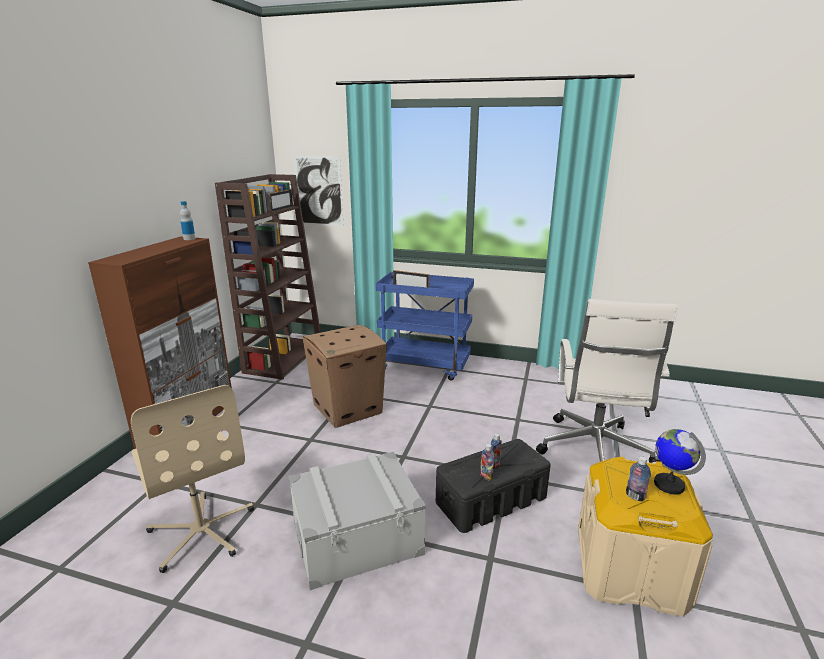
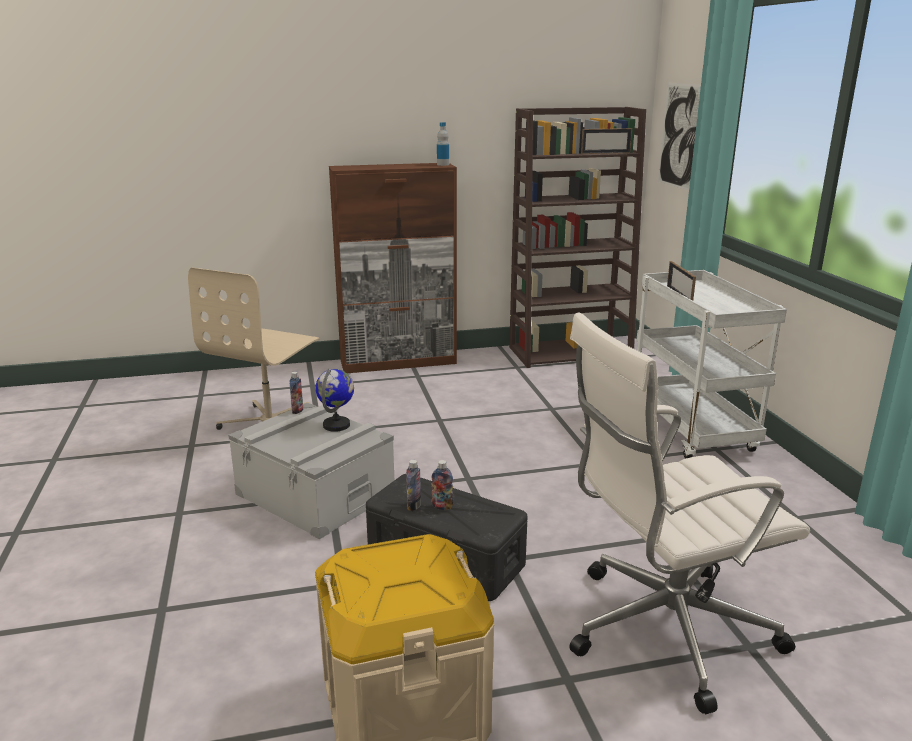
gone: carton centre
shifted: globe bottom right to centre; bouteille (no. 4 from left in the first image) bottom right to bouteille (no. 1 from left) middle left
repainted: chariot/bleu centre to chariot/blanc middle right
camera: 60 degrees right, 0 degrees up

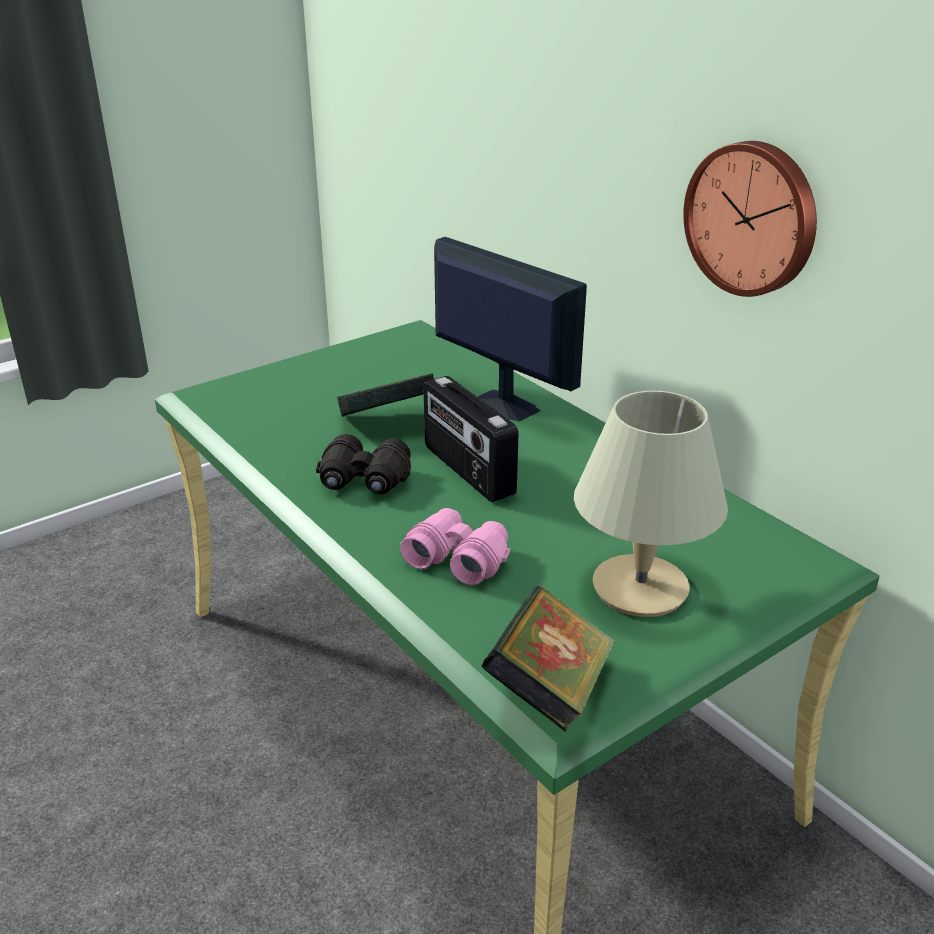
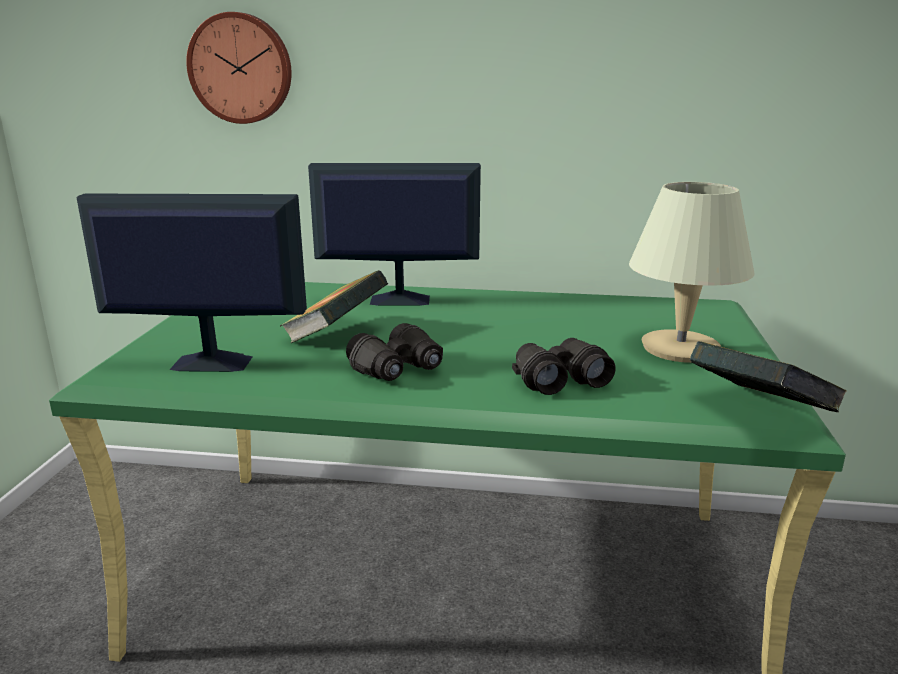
gone: radio centre
new: écran d'ordinateur (no. 1 from left) middle left
shifted: horloge murale top right to top left
repainted: jumelles/rose centre to jumelles/noir (no. 2 from left) centre
camera: 45 degrees left, 10 degrees down

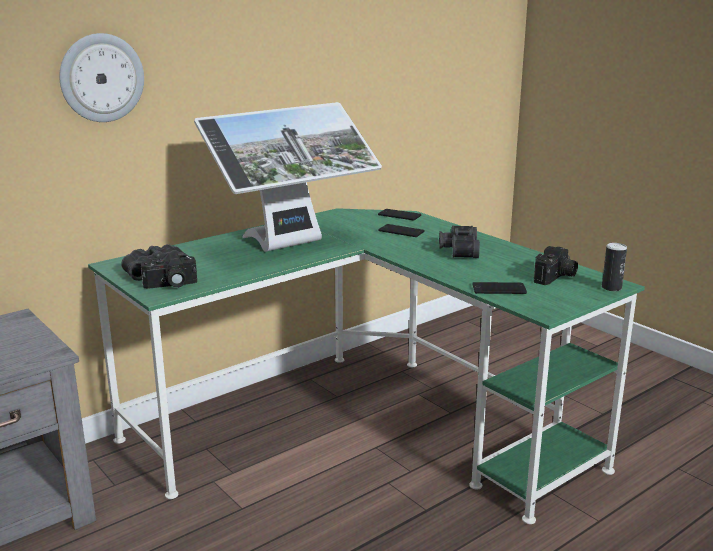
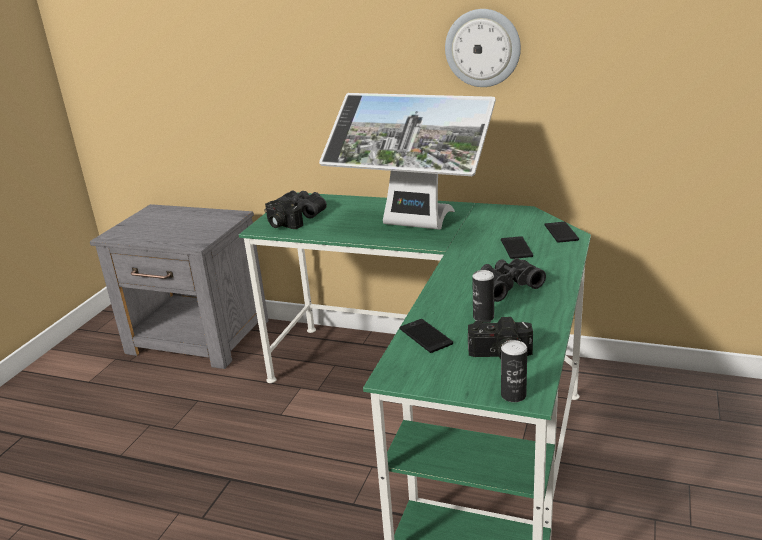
new: boîte métallique (no. 1 from left) centre
shifted: horloge murale top left to top centre
camera: 60 degrees right, 5 degrees up

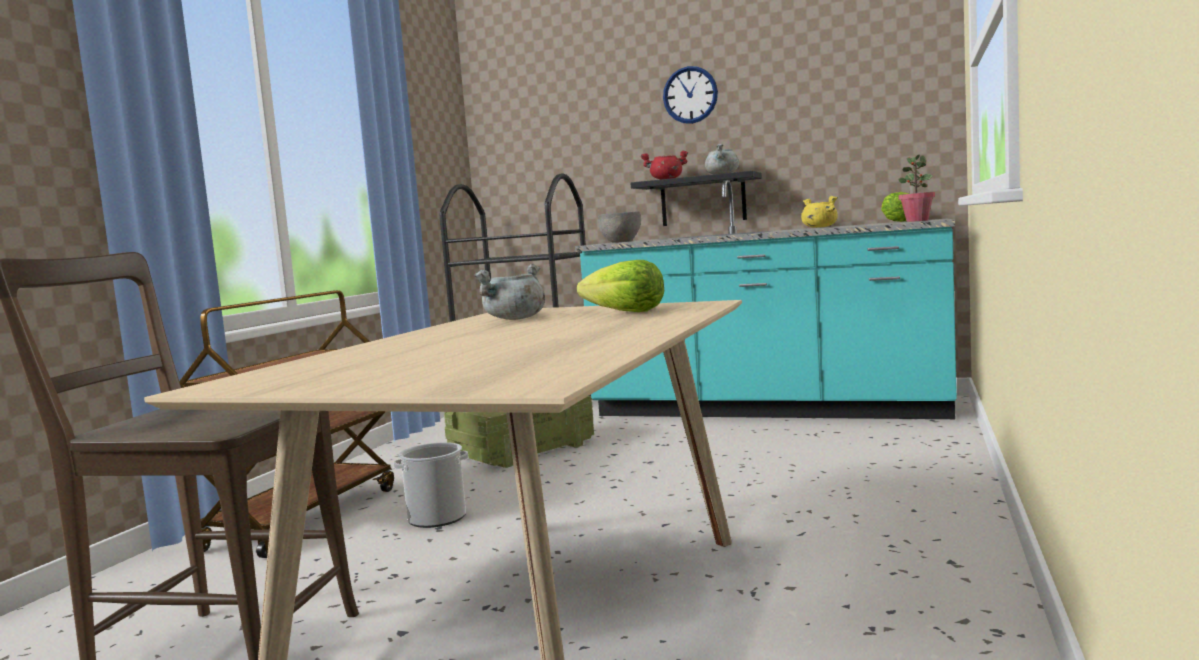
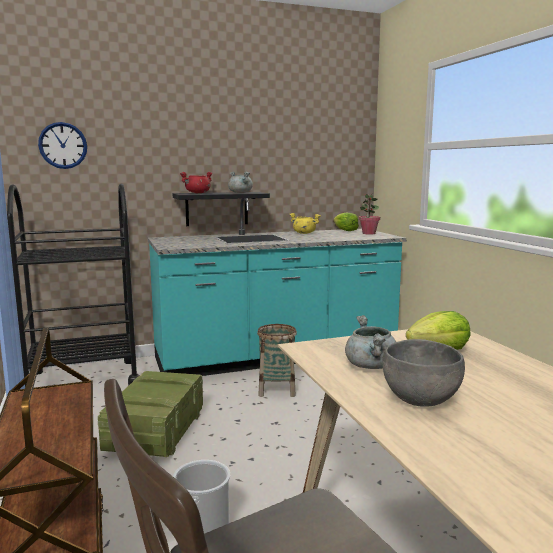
new: panier centre
shifted: horloge murale top centre to top left; bol/gris centre to bottom right
camera: 40 degrees left, 5 degrees up

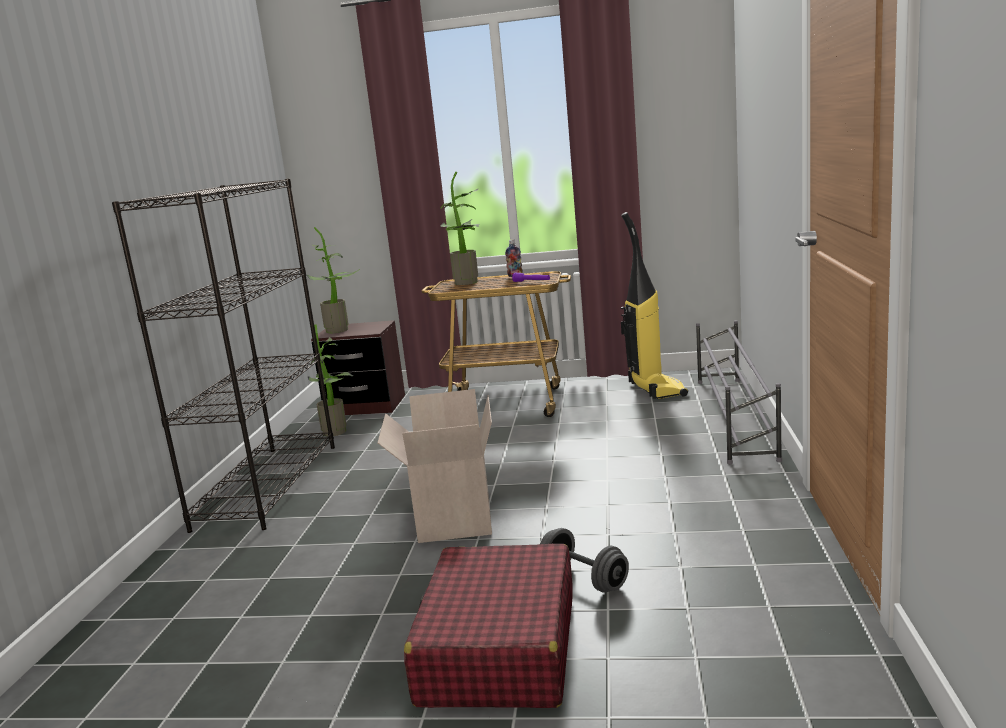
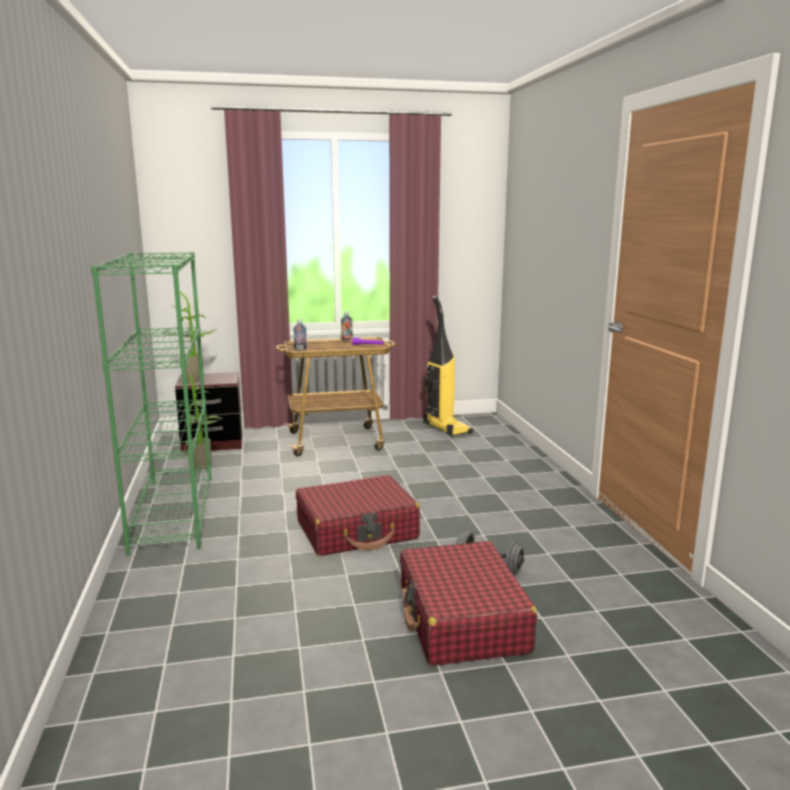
gone: plante en pot (no. 3 from left) top centre; étagère à chaussures/gris middle right
new: bouteille (no. 1 from left) centre
swapped: carton centre to valise/rouge (no. 1 from left) centre
repainted: bibliothèque/noir middle left to bibliothèque/vert middle left
camera: 20 degrees left, 0 degrees up

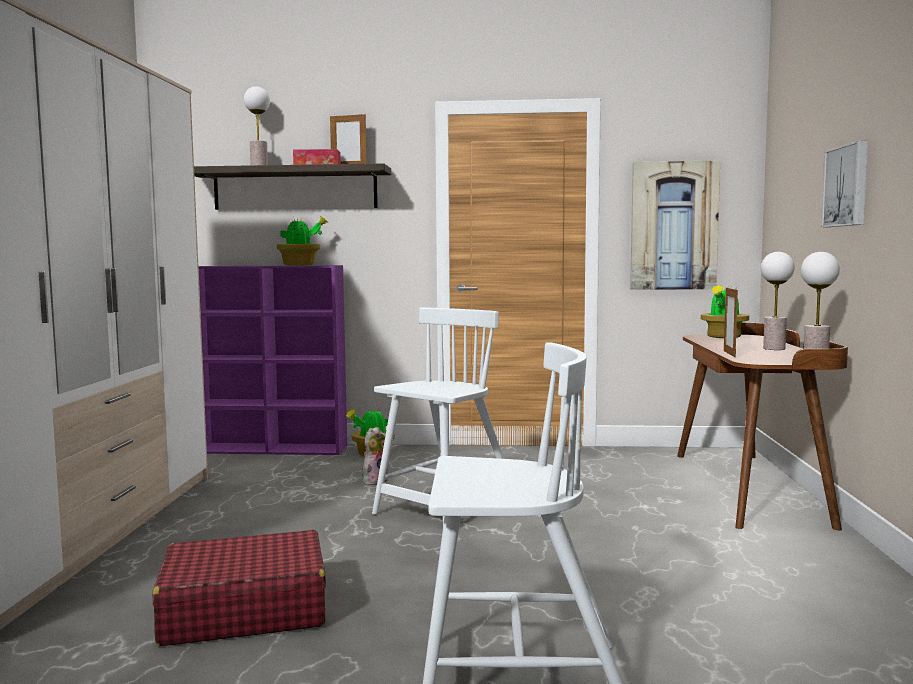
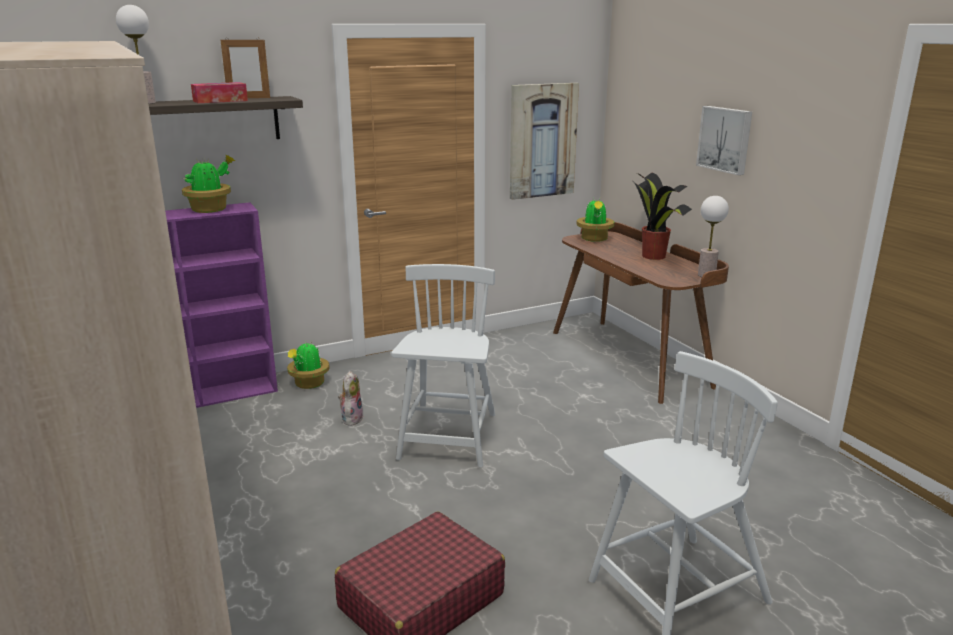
gone: cadre photo (no. 2 from left) middle right
swapped: lampe de table (no. 2 from left) middle right to plante en pot (no. 4 from left) middle right
camera: 30 degrees left, 15 degrees up

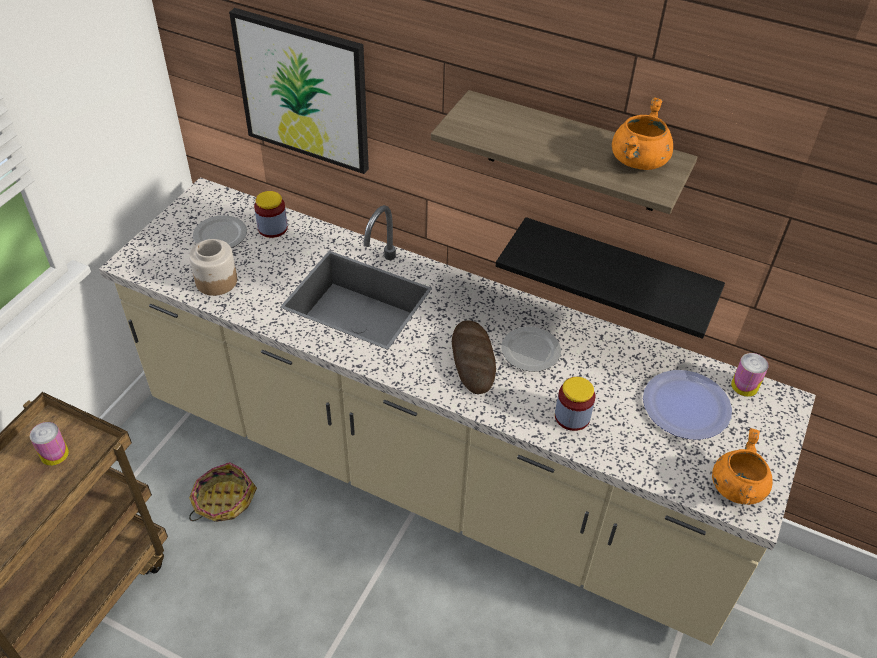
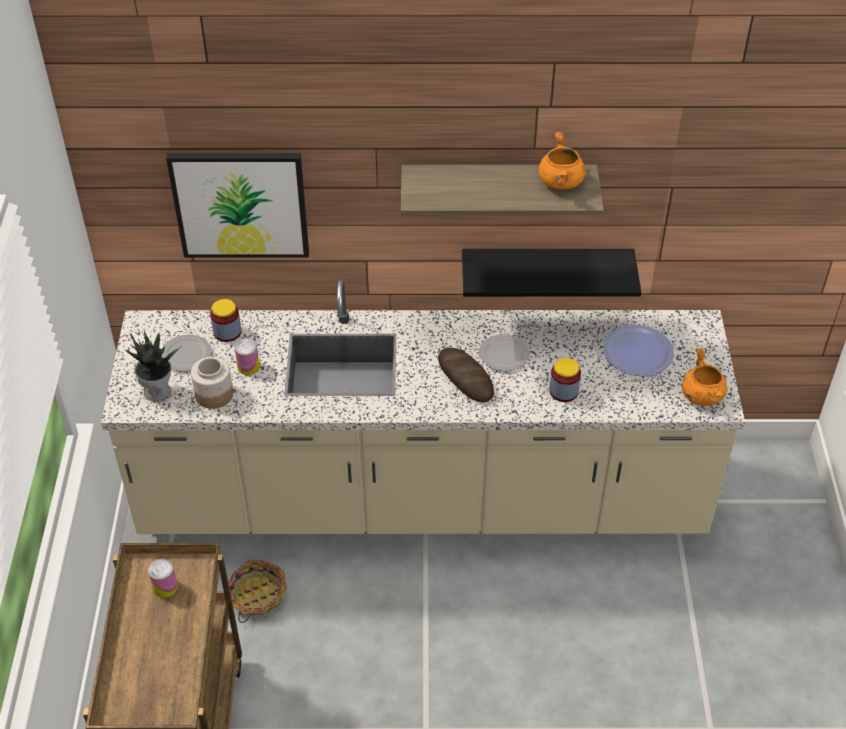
new: plante en pot middle left
shifted: boîte métallique (no. 2 from left) middle right to middle left
camera: 25 degrees left, 0 degrees up

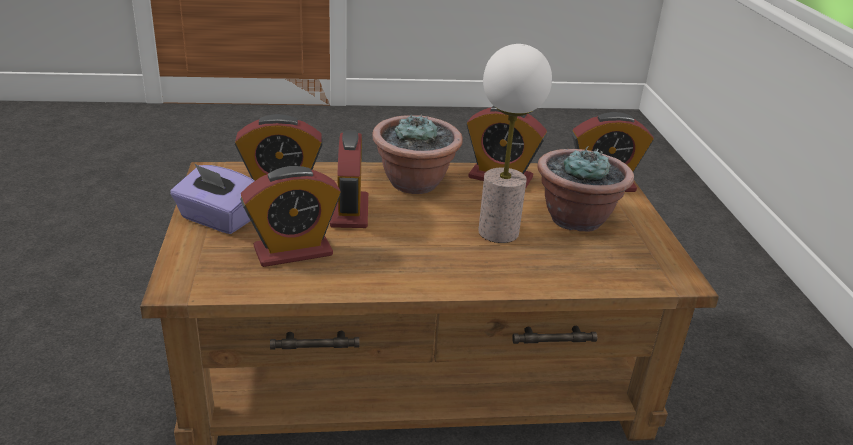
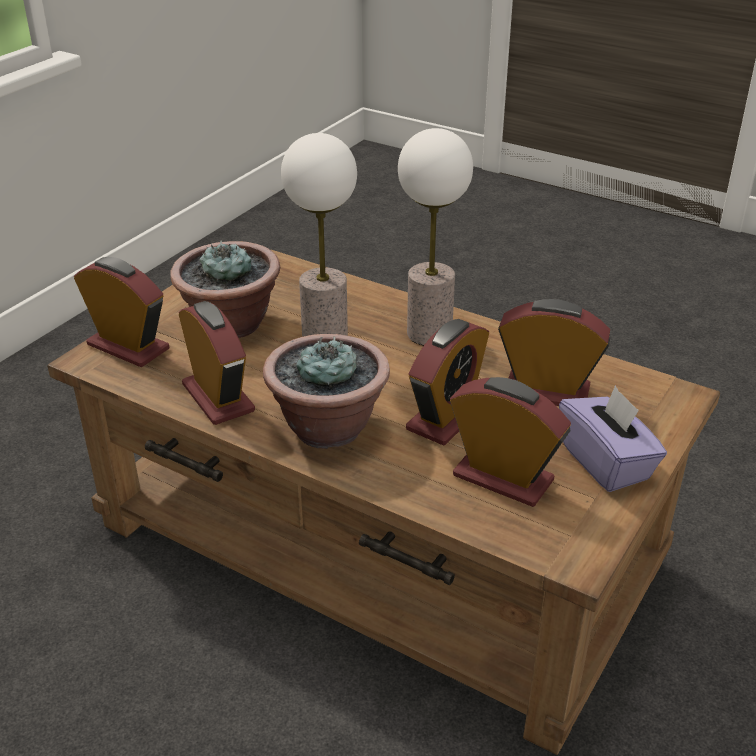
new: lampe de table (no. 2 from left) top centre
camera: 140 degrees left, 5 degrees up

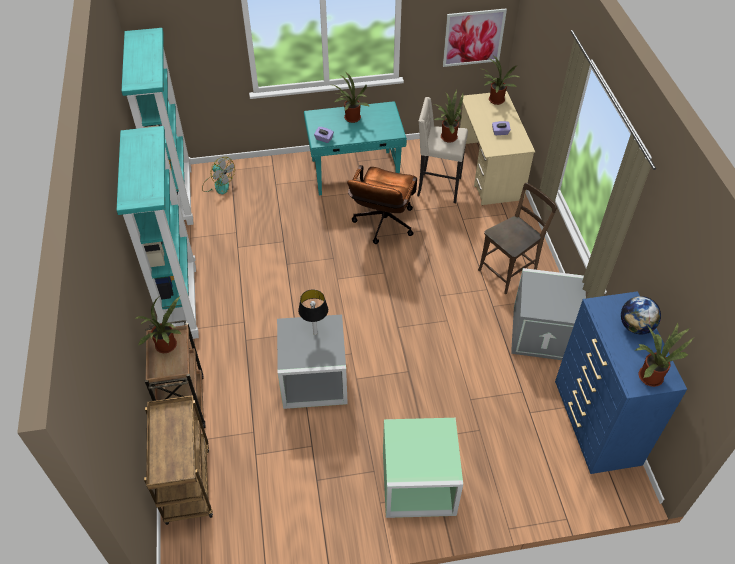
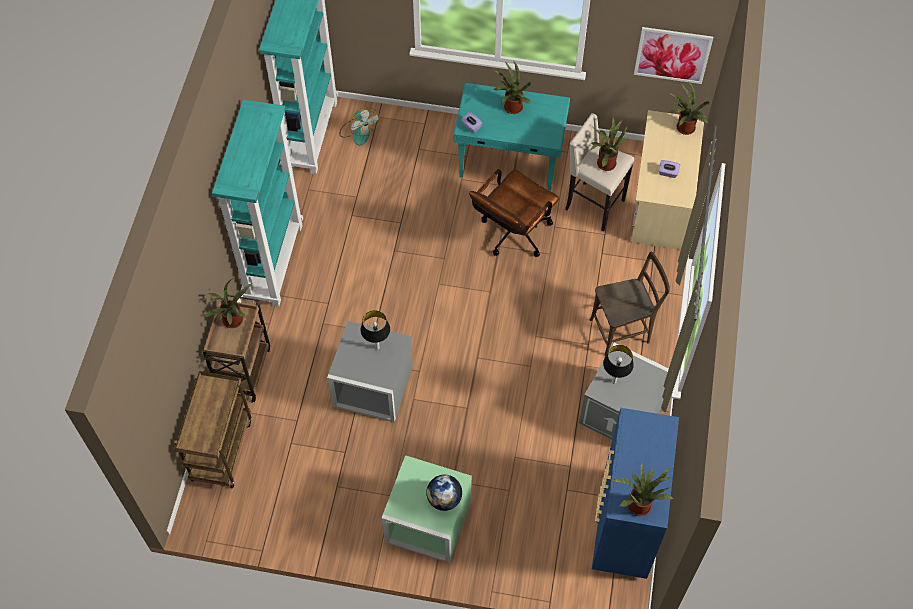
new: lampe de table (no. 2 from left) middle right
shifted: globe middle right to bottom centre
camera: 20 degrees right, 10 degrees up

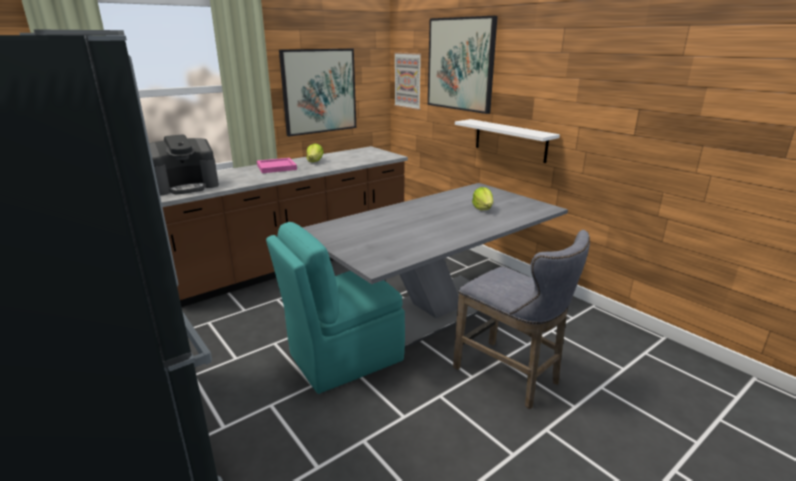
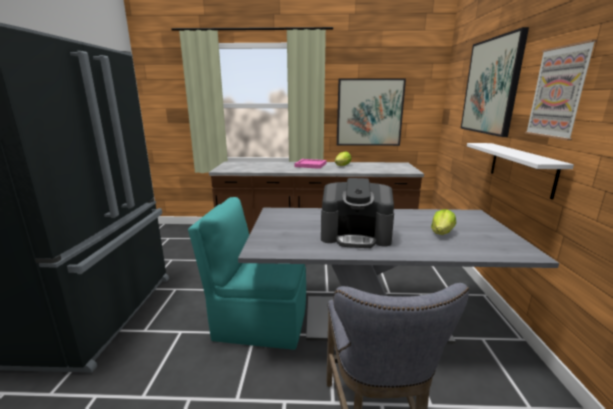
shifted: tableau (no. 2 from left in the first image) top centre to tableau (no. 3 from left) top right; machine à café middle left to centre
camera: 40 degrees right, 5 degrees down

